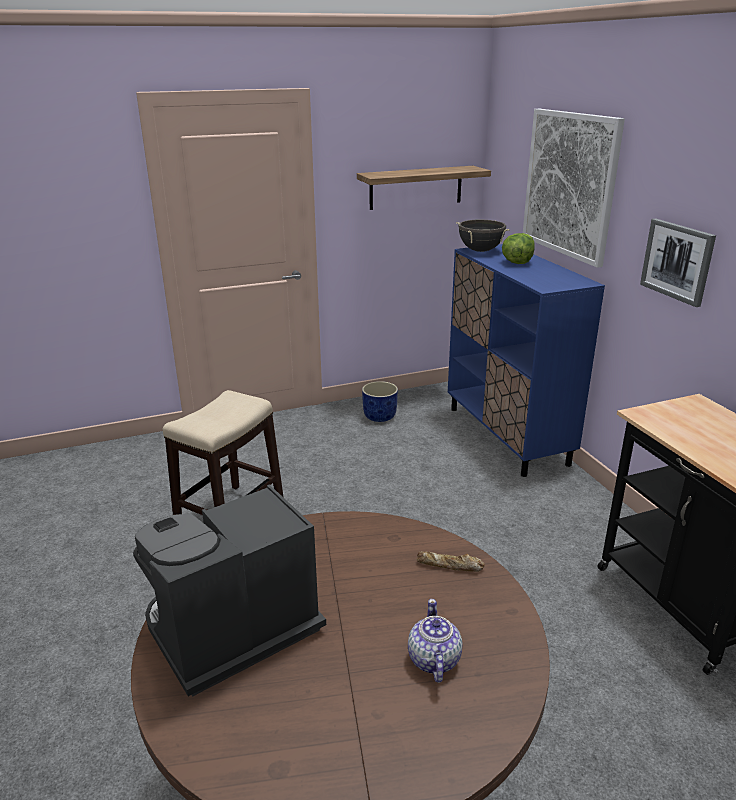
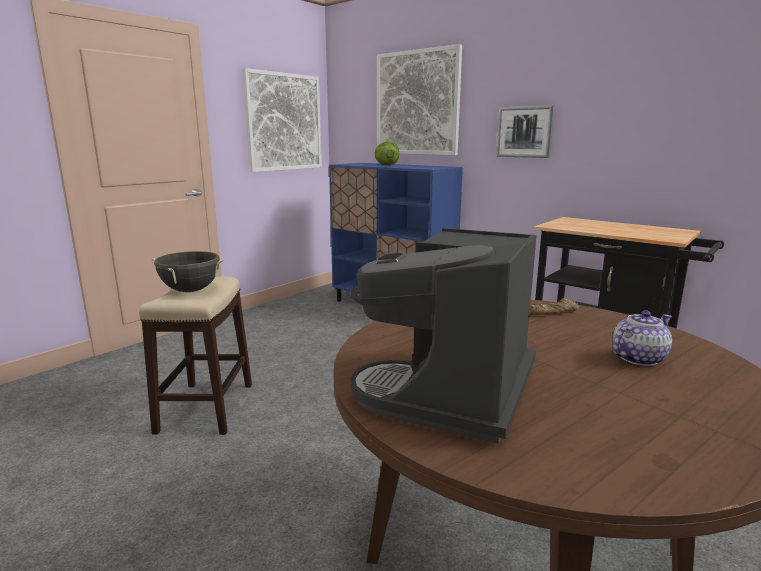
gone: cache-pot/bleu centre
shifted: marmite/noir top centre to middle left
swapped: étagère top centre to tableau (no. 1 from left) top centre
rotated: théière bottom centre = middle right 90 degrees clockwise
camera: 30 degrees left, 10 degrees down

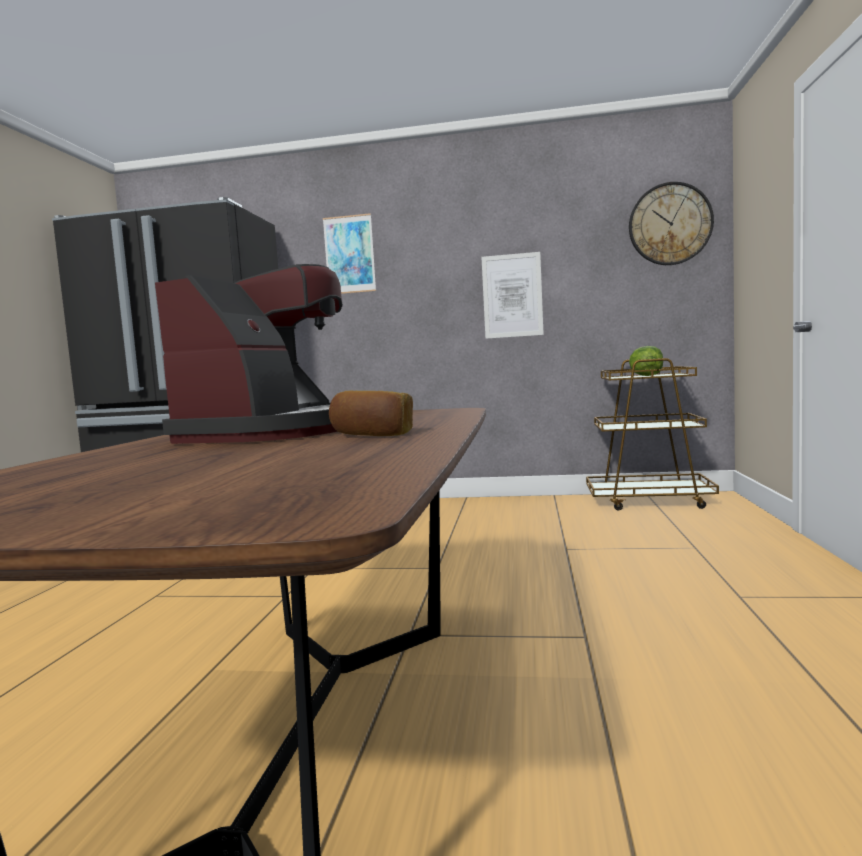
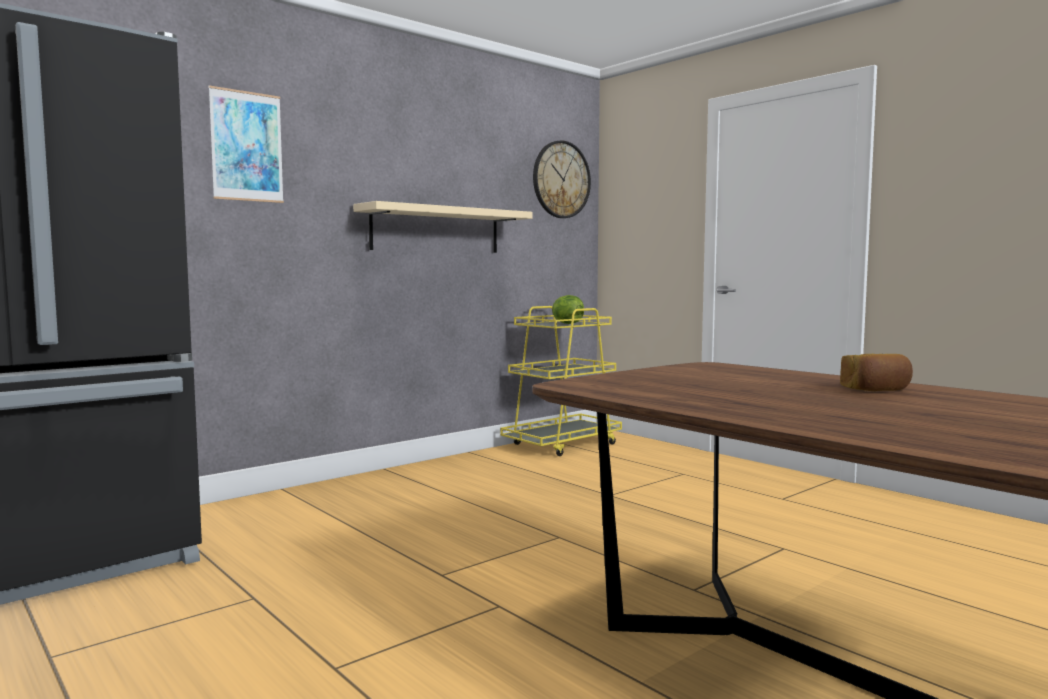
gone: machine à café middle left
swapped: tableau (no. 2 from left) centre to étagère/beige top centre
repainted: chariot/marron middle right to chariot/jaune centre
camera: 50 degrees left, 0 degrees up

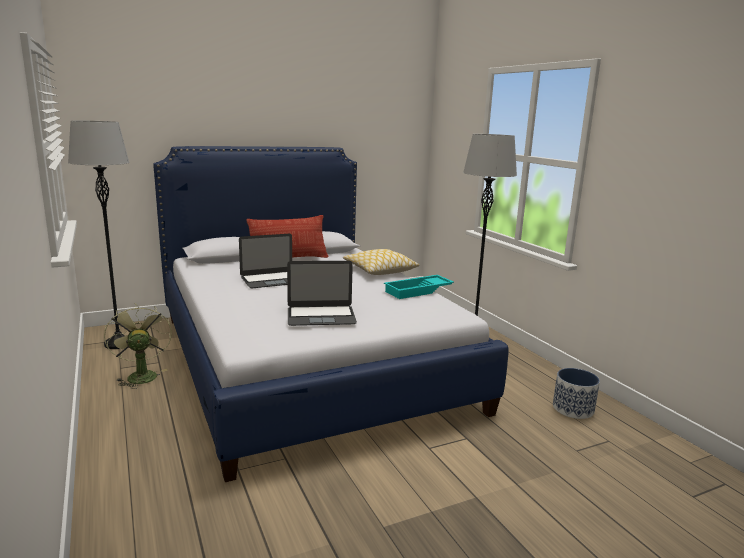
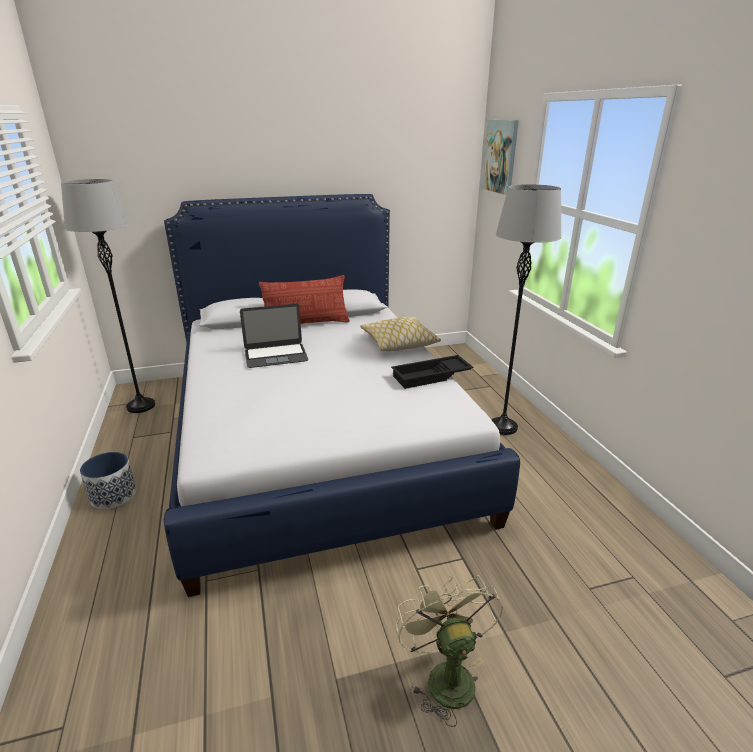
gone: ordinateur portable (no. 2 from left) centre
new: tableau top centre
shifted: ventilateur/vert middle left to bottom centre; cache-pot bottom right to middle left
repainted: plateau/turquoise centre to plateau/noir centre
camera: 10 degrees right, 10 degrees up

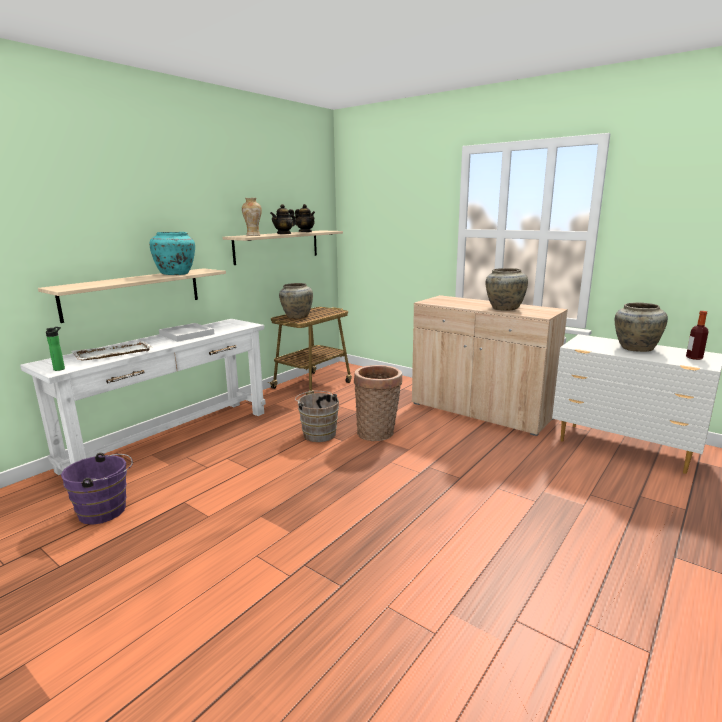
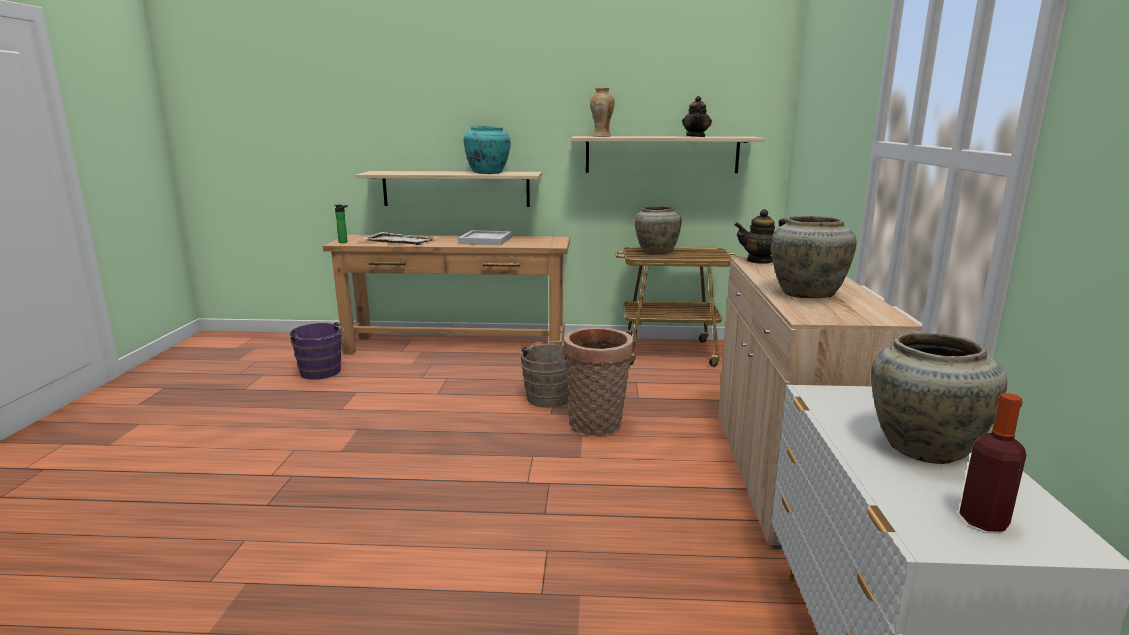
shifted: théière (no. 1 from left in the first image) top centre to théière (no. 2 from left) middle right
repainted: table console/blanc middle left to table console/marron centre
camera: 55 degrees right, 0 degrees up

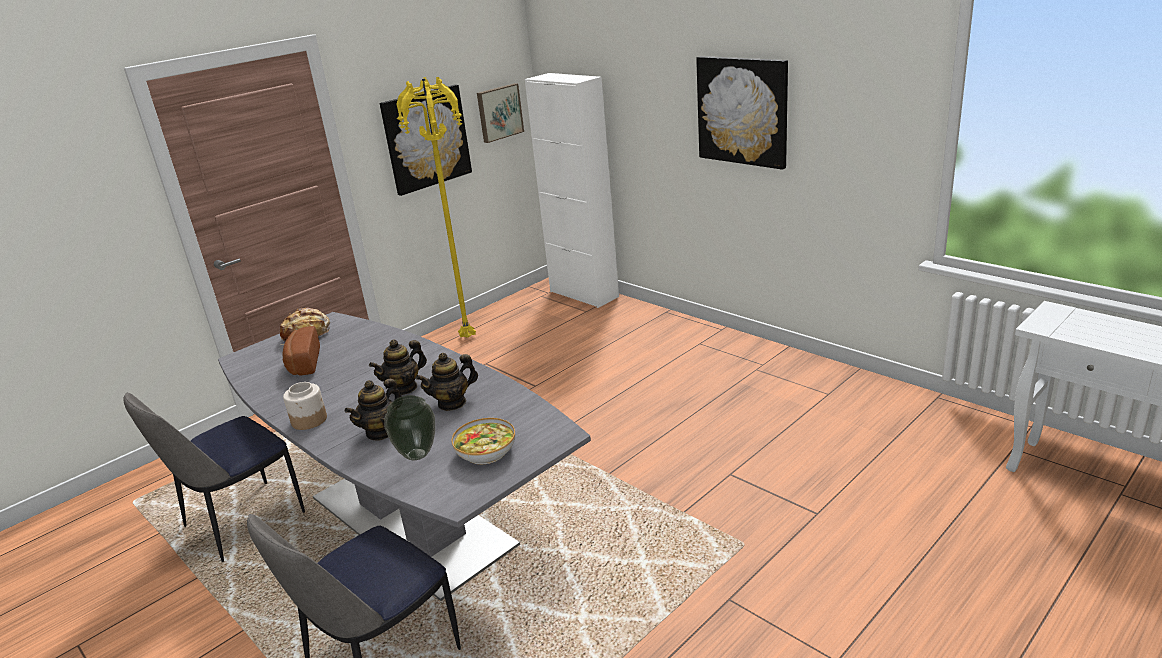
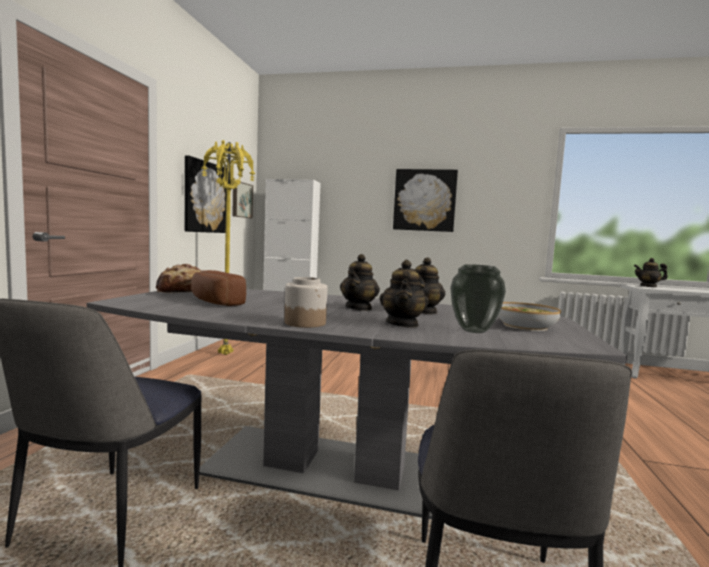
new: théière (no. 4 from left) middle right
camera: 35 degrees left, 20 degrees down

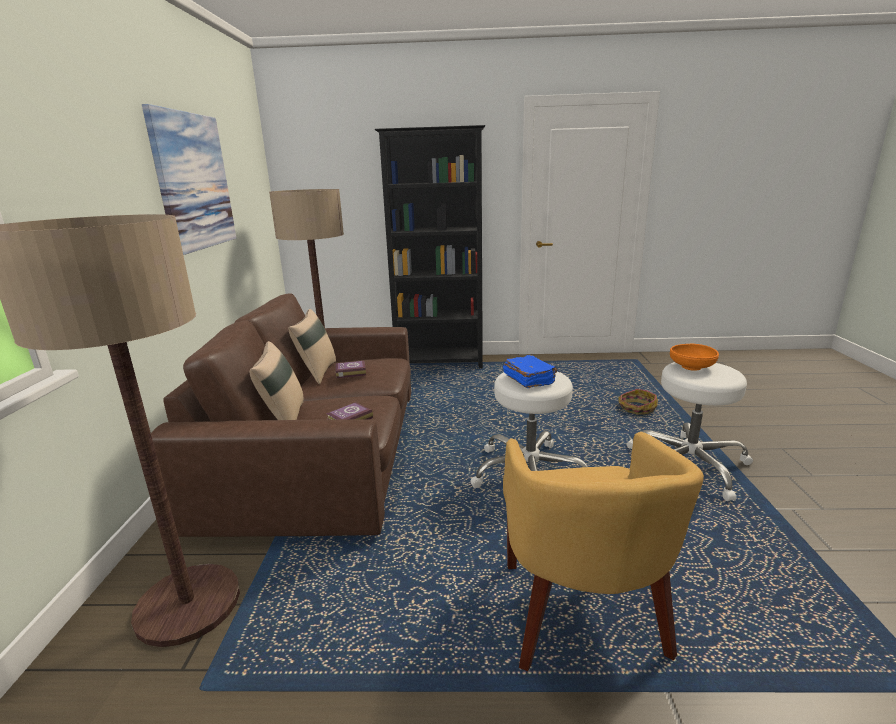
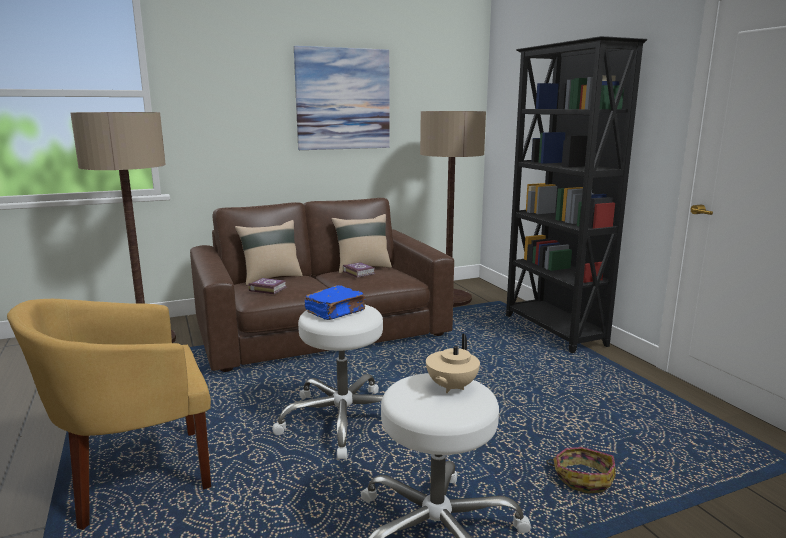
swapped: bol/orange middle right to théière/beige bottom centre
camera: 65 degrees right, 5 degrees down

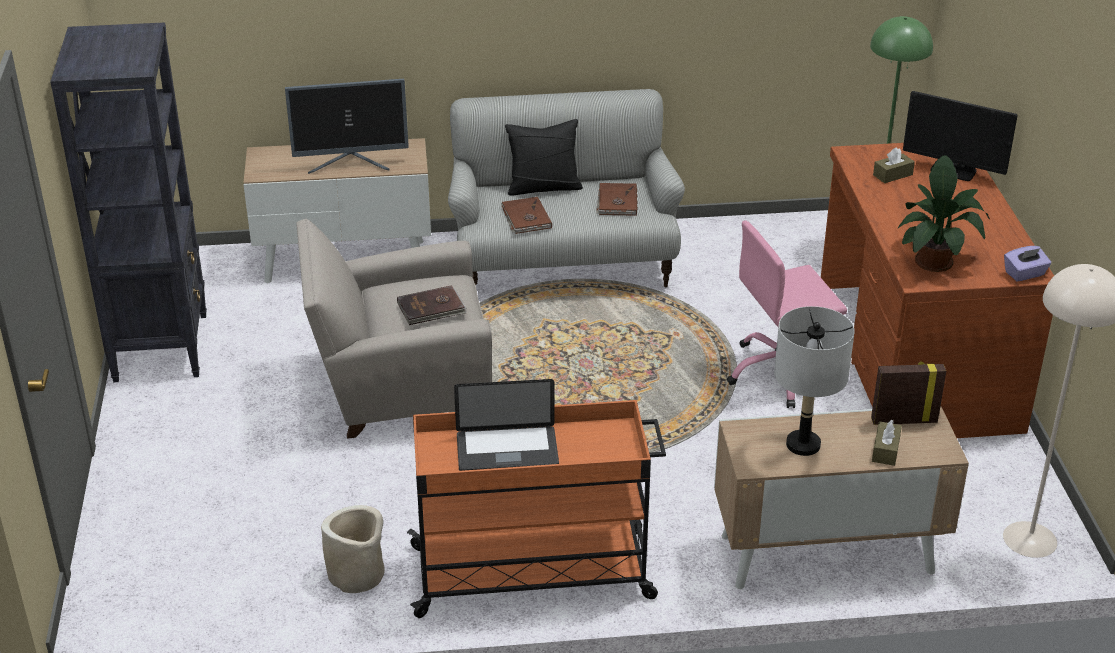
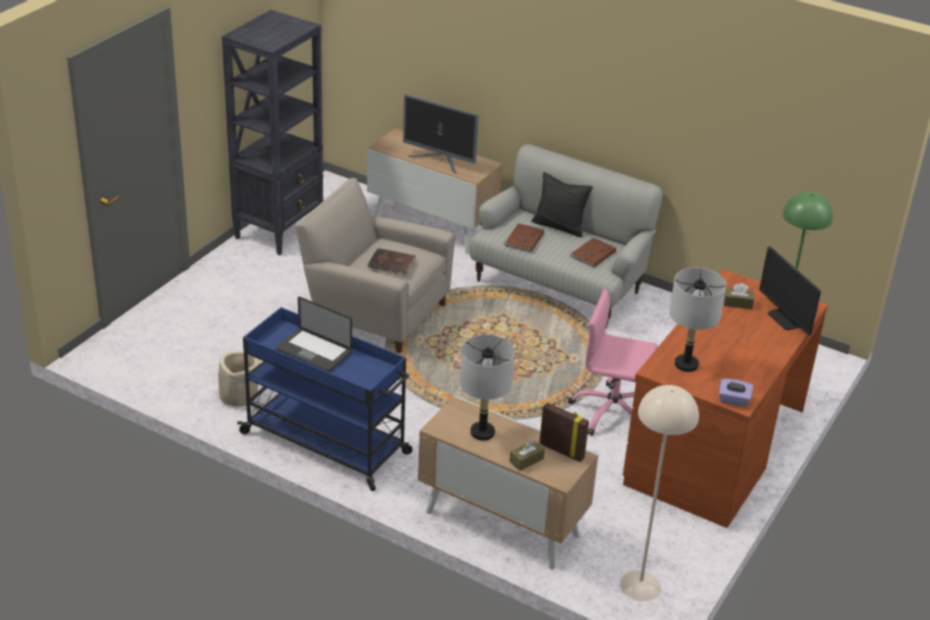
swapped: plante en pot top right to lampe de table/gris (no. 2 from left) middle right
repainted: chariot/orange bottom centre to chariot/bleu centre
camera: 35 degrees right, 0 degrees up

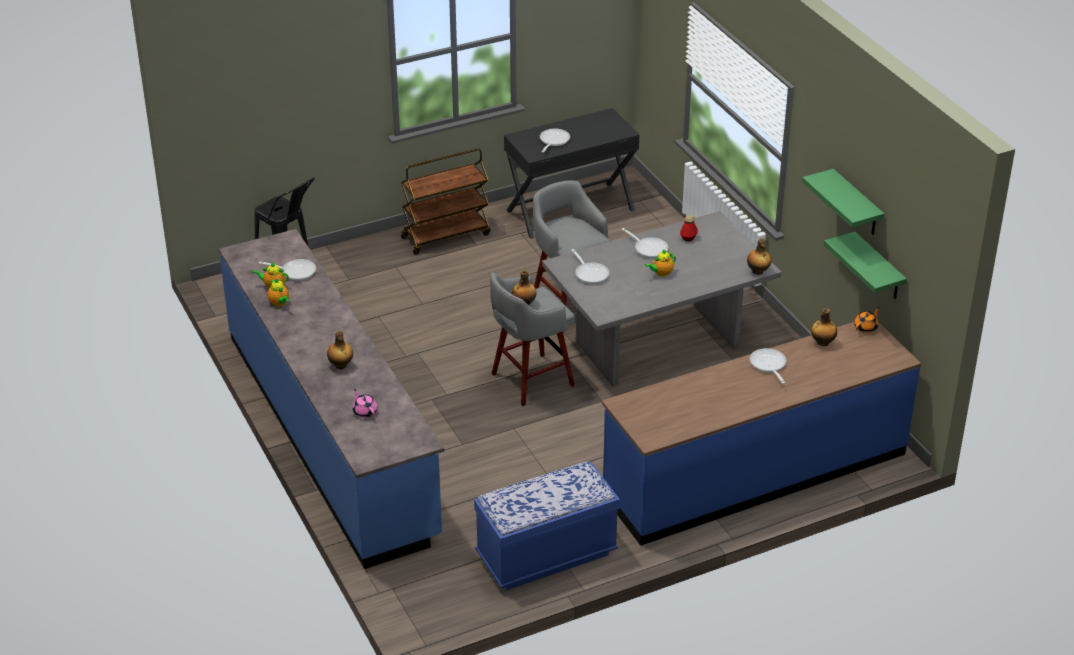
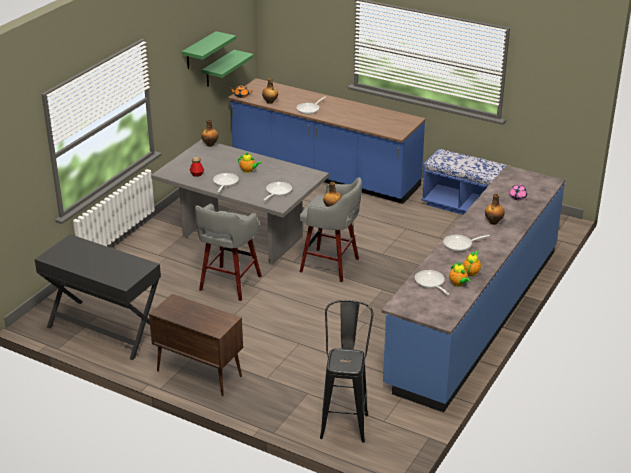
shifted: poêle (no. 2 from left in the first image) top centre to poêle (no. 5 from left) middle right
swapped: chariot/marron top centre to meuble de rangement/marron bottom left
camera: 125 degrees left, 5 degrees down

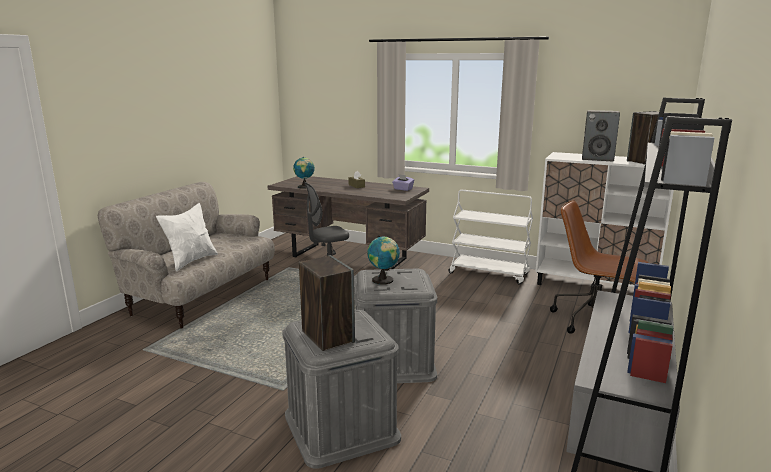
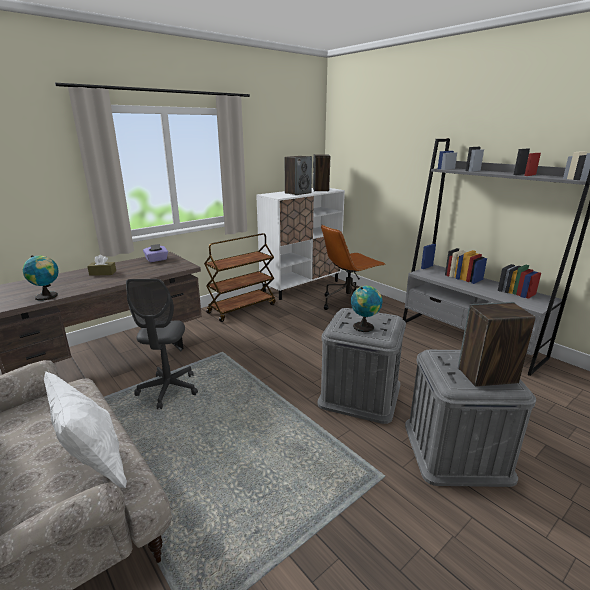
repainted: chariot/blanc centre to chariot/marron centre
camera: 65 degrees left, 5 degrees up

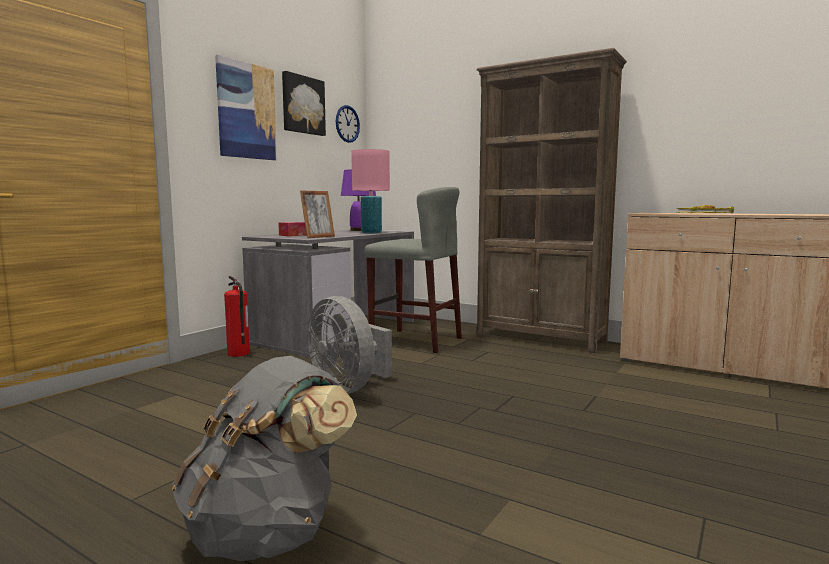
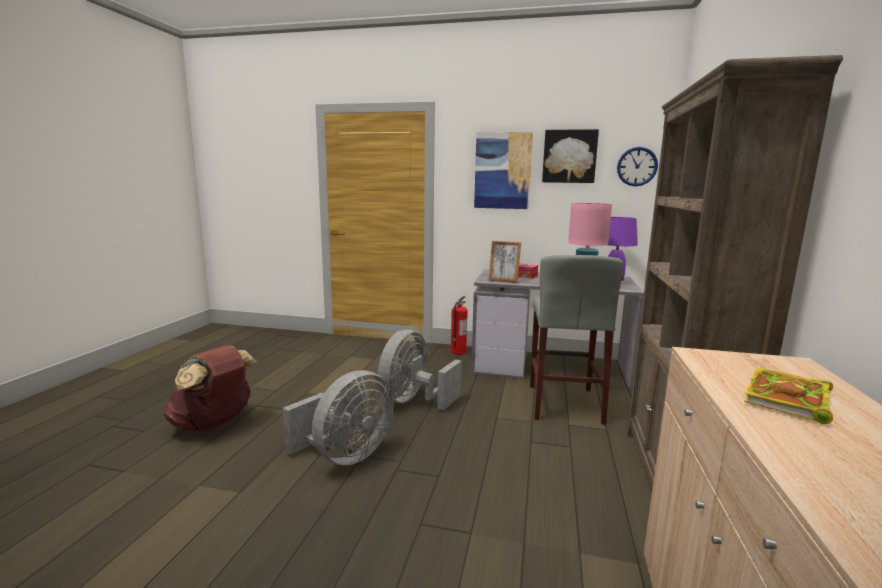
new: ventilateur/gris (no. 1 from left) bottom centre
repainted: sac à dos/gris bottom left to sac à dos/marron middle left
camera: 70 degrees right, 5 degrees up

